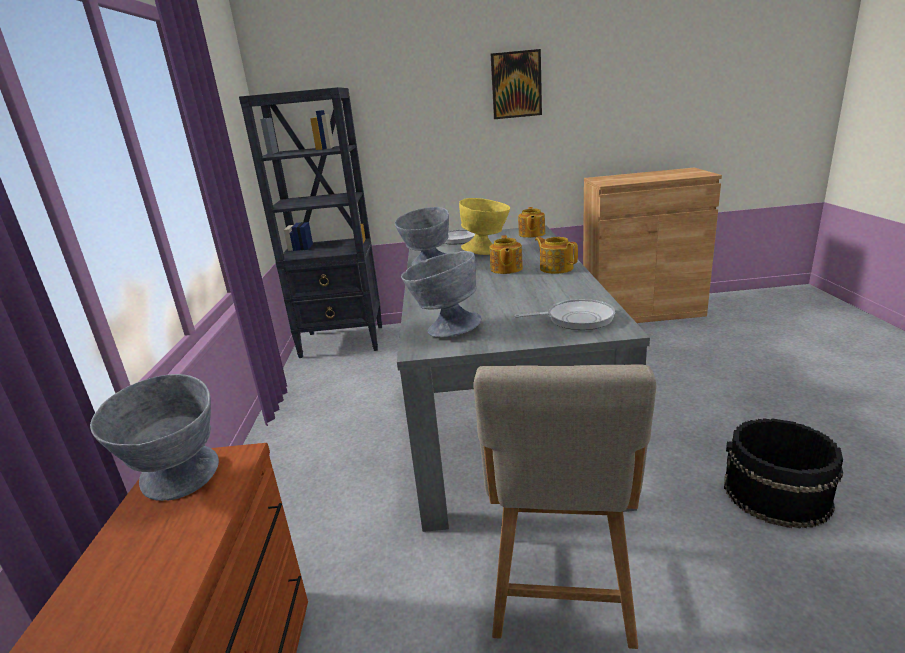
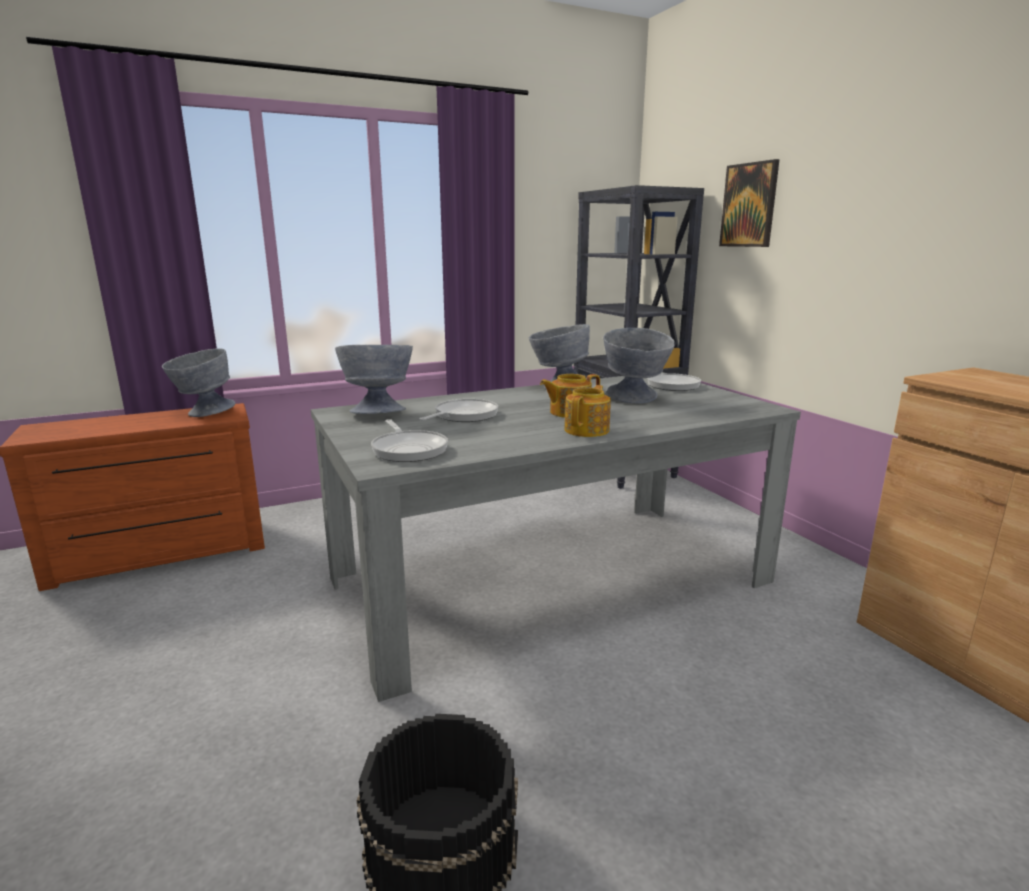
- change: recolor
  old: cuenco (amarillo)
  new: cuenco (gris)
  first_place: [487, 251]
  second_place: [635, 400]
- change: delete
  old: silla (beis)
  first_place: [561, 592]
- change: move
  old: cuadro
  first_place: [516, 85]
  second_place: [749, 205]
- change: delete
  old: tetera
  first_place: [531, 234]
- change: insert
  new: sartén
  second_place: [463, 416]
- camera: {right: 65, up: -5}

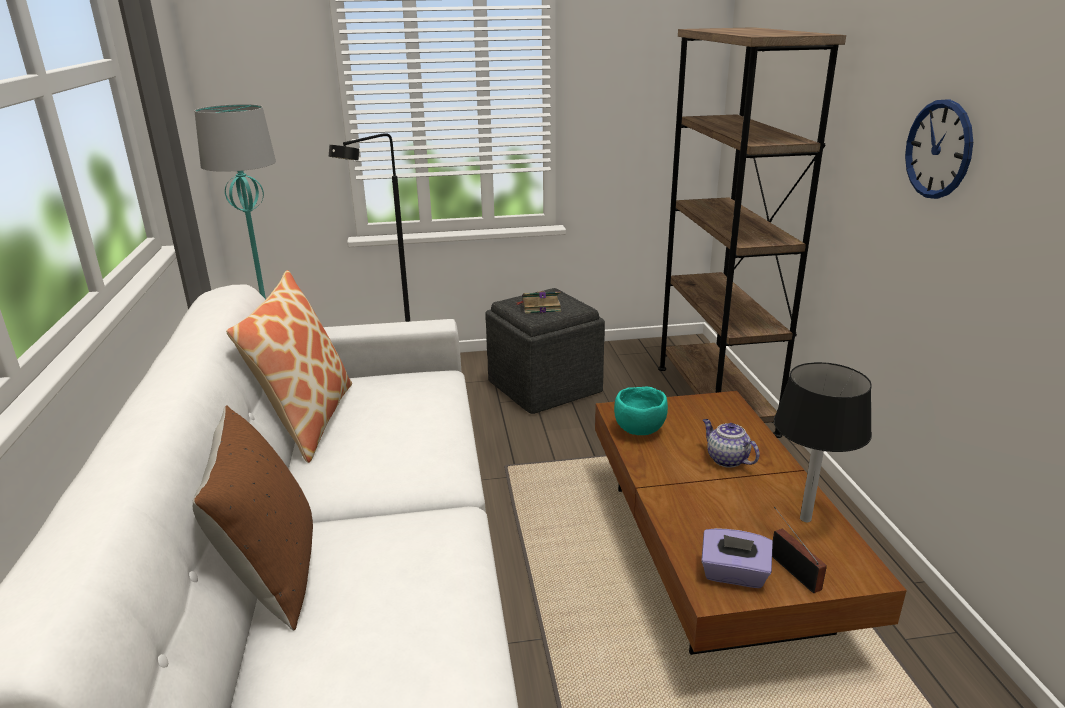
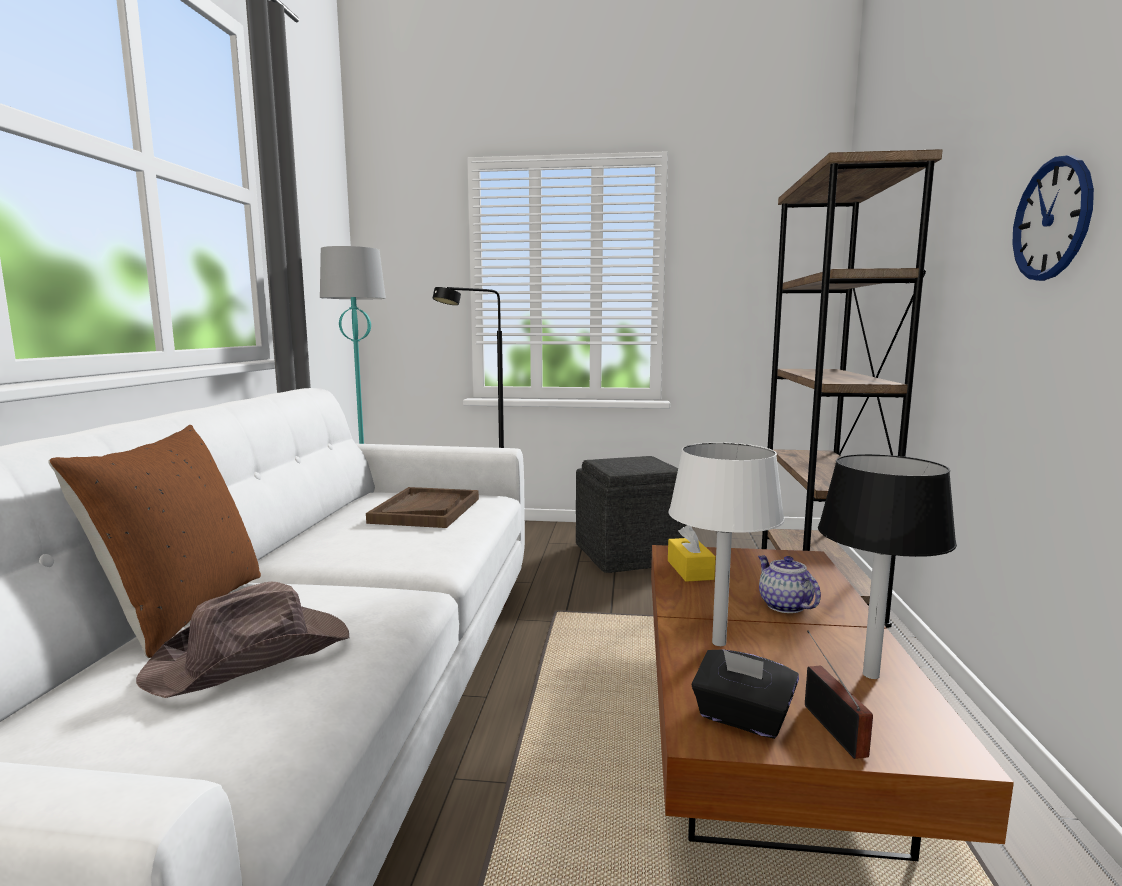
- change: delete
  old: cojín
  first_place: [307, 420]
- change: delete
  old: libro
  first_place: [540, 307]
- change: replace
  old: cuenco (turquesa)
  new: caja de pañuelos (amarillo)
  first_place: [640, 430]
  second_place: [690, 570]
- change: recolor
  old: caja de pañuelos (morado)
  new: caja de pañuelos (negro)
  first_place: [733, 574]
  second_place: [742, 718]
- change: insert
  new: sombrero (marrón)
  second_place: [253, 656]
- change: insert
  new: bandeja (marrón)
  second_place: [426, 510]
- change: insert
  new: lámpara de mesa (blanco)
  second_place: [718, 642]
- camera: {right: 15, up: -15}

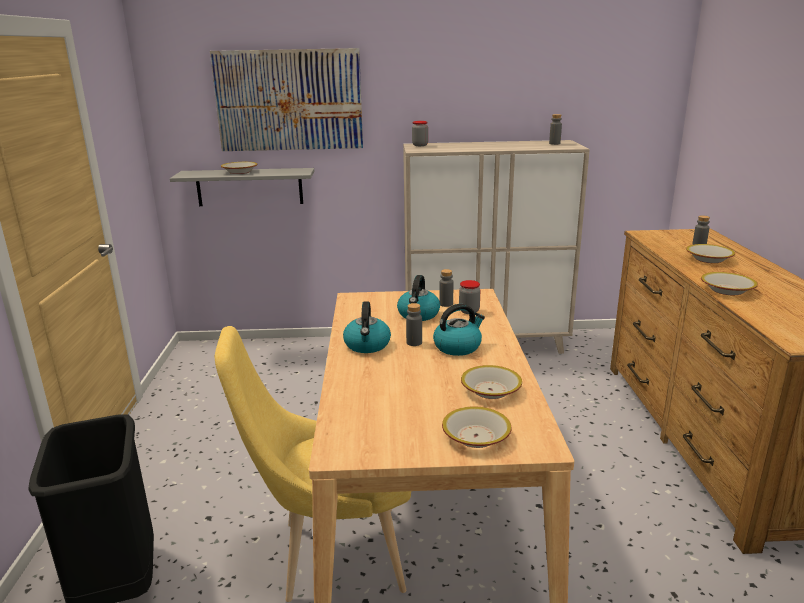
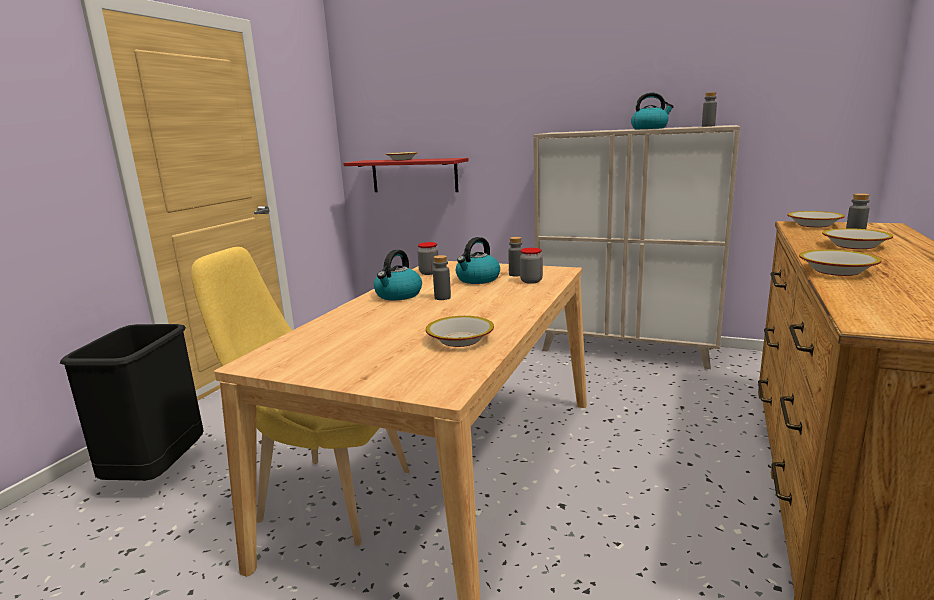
- change: recolor
  old: estante (gris)
  new: estante (rojo)
  first_place: [249, 187]
  second_place: [414, 175]
- change: delete
  old: cuadro
  first_place: [289, 100]
- change: move
  old: tarro
  first_place: [420, 145]
  second_place: [429, 273]
- change: move
  old: hervidor
  first_place: [458, 346]
  second_place: [650, 128]
- change: move
  old: cuenco
  first_place: [476, 436]
  second_place: [814, 225]
- camera: {right: 25, up: -5}

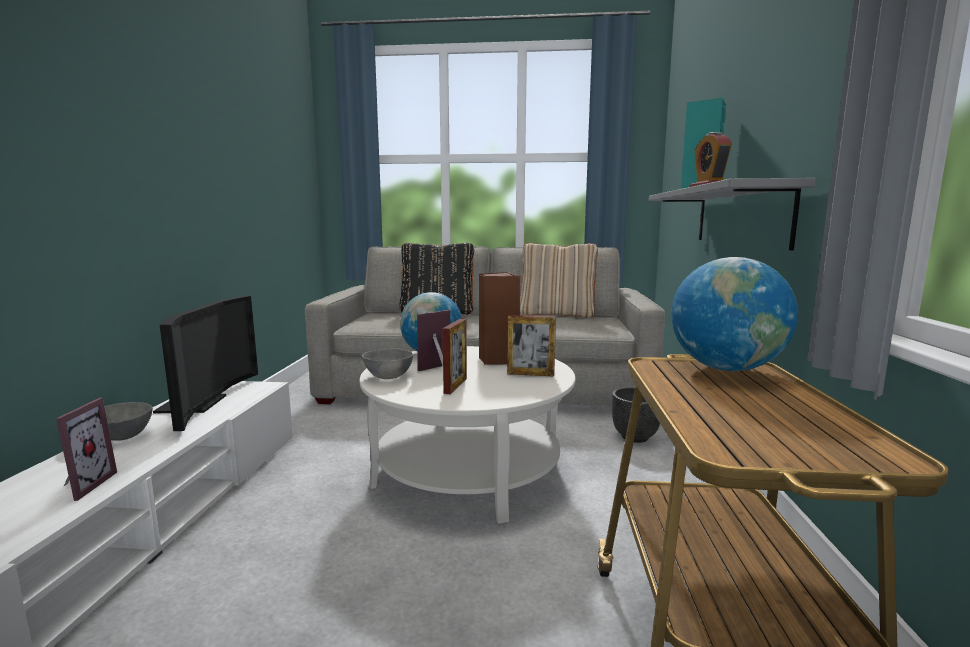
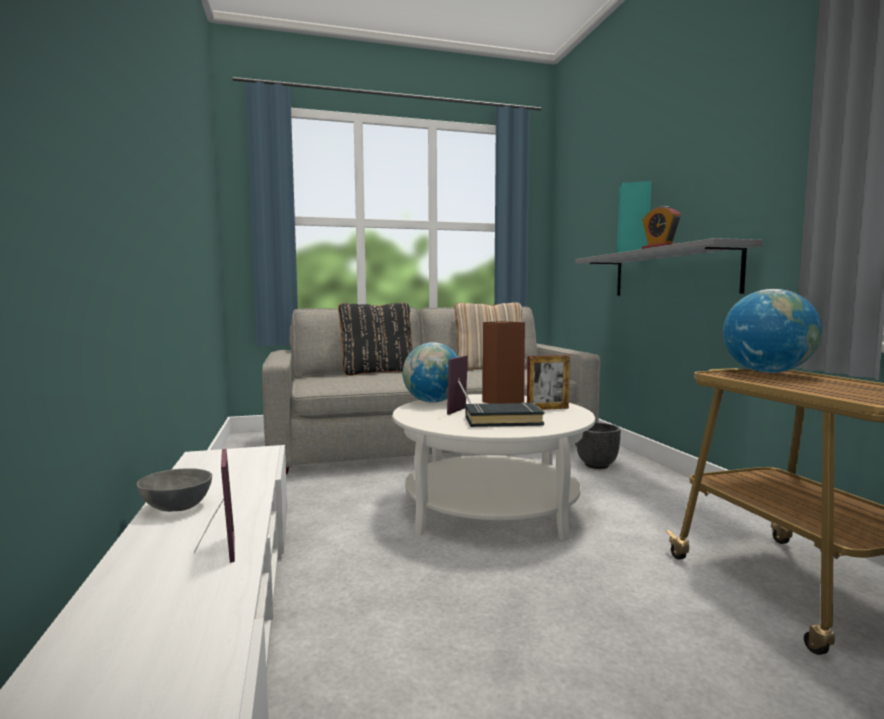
- change: delete
  old: televisor
  first_place: [200, 404]
- change: delete
  old: cuenco (gris)
  first_place: [387, 377]
- change: replace
  old: portarretratos
  new: libro (negro)
  first_place: [455, 385]
  second_place: [503, 421]
- camera: {right: -20, up: -5}

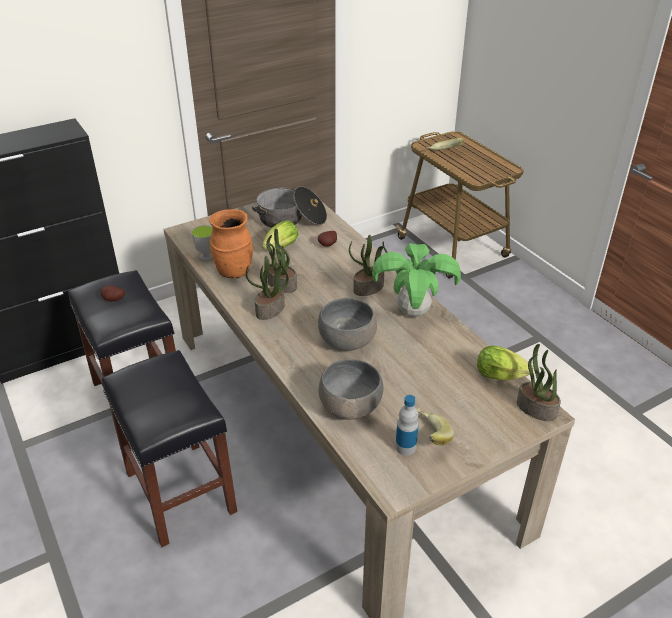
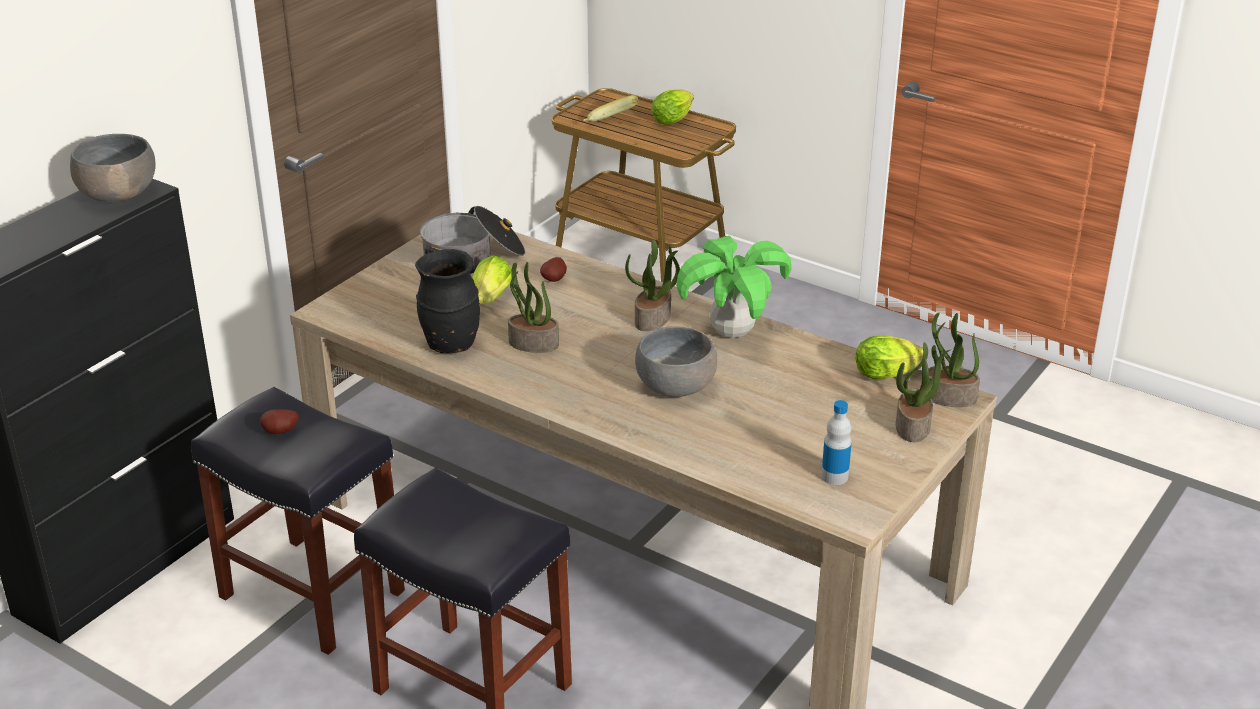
- change: delete
  old: taza
  first_place: [206, 257]
- change: recolor
  old: florero (naranja)
  new: florero (negro)
  first_place: [233, 271]
  second_place: [450, 344]
- change: move
  old: planta en maceta
  first_place: [270, 310]
  second_place: [913, 427]
- change: move
  old: cuenco (gris)
  first_place: [350, 406]
  second_place: [117, 194]
- change: delete
  old: plátano
  first_place: [429, 436]
- change: insert
  new: lechuga
  second_place: [674, 119]
- camera: {right: -25, up: -5}

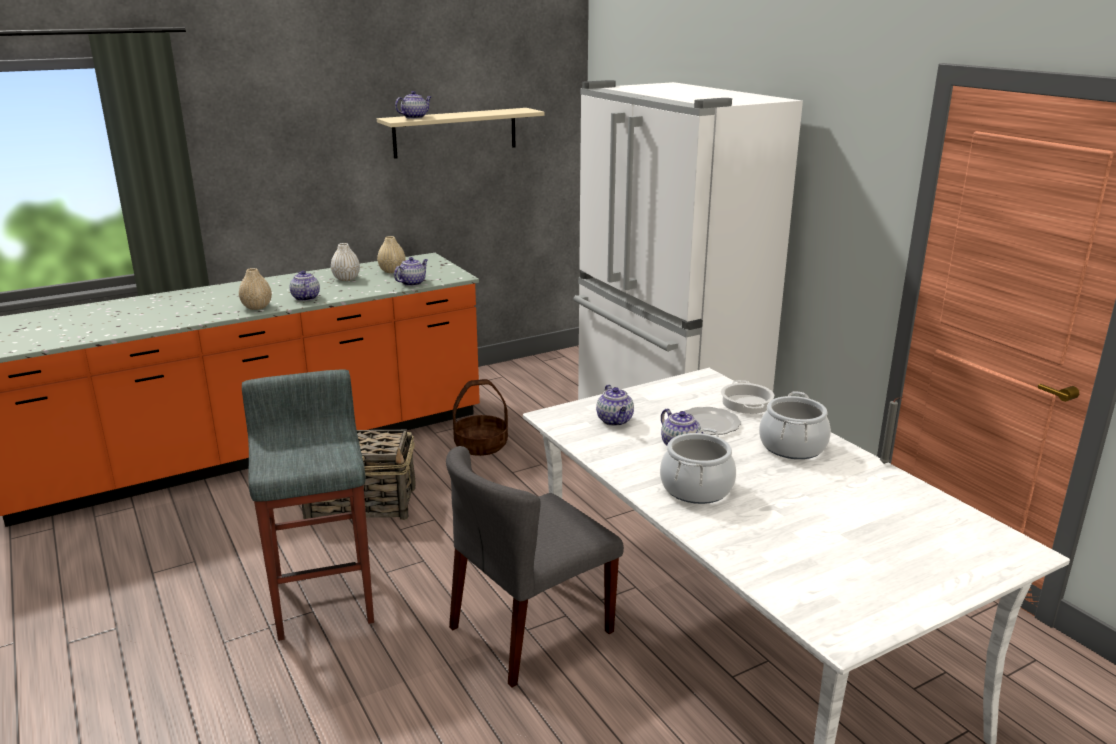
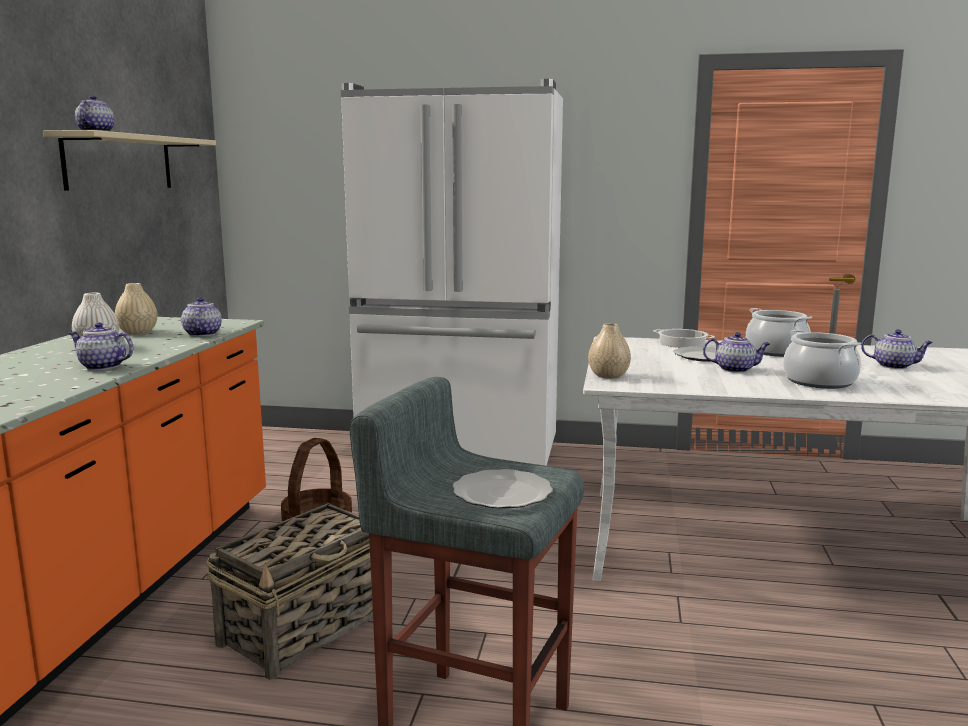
- change: move
  old: florero (beis)
  first_place: [257, 307]
  second_place: [608, 376]
- change: delete
  old: silla (gris)
  first_place: [530, 630]
- change: move
  old: tetera
  first_place: [615, 421]
  second_place: [894, 366]
- change: insert
  new: plato
  second_place: [503, 494]
- camera: {right: -50, up: -10}

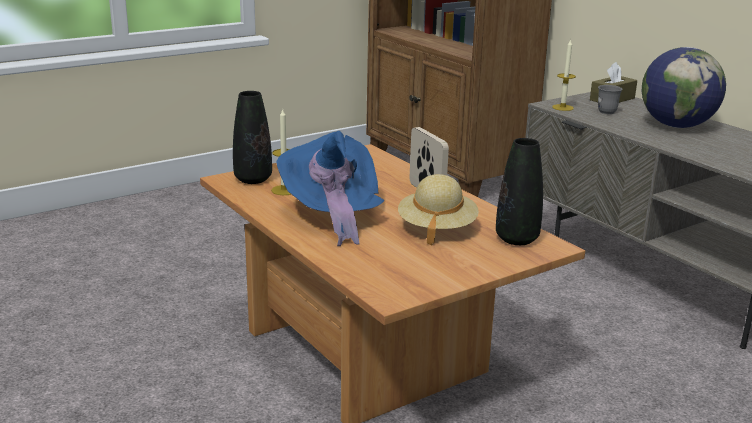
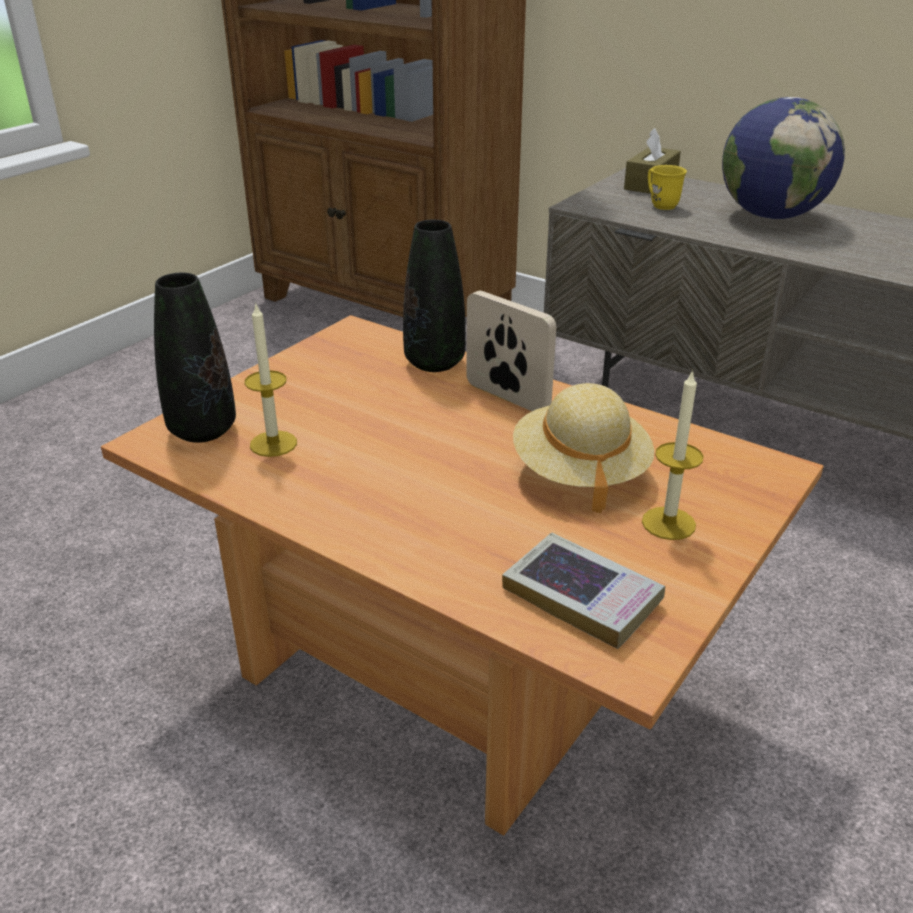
- change: delete
  old: sombrero (azul)
  first_place: [332, 216]
- change: move
  old: florero (negro)
  first_place: [516, 239]
  second_place: [434, 363]
- change: move
  old: vela
  first_place: [562, 107]
  second_place: [668, 523]
- change: recolor
  old: taza grande (gris)
  new: taza grande (amarillo)
  first_place: [605, 110]
  second_place: [660, 204]
- change: insert
  new: libro
  second_place: [582, 596]
- camera: {right: -20, up: 10}

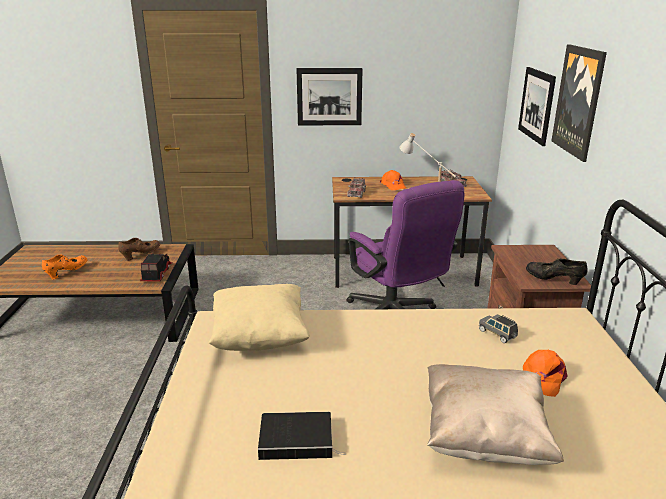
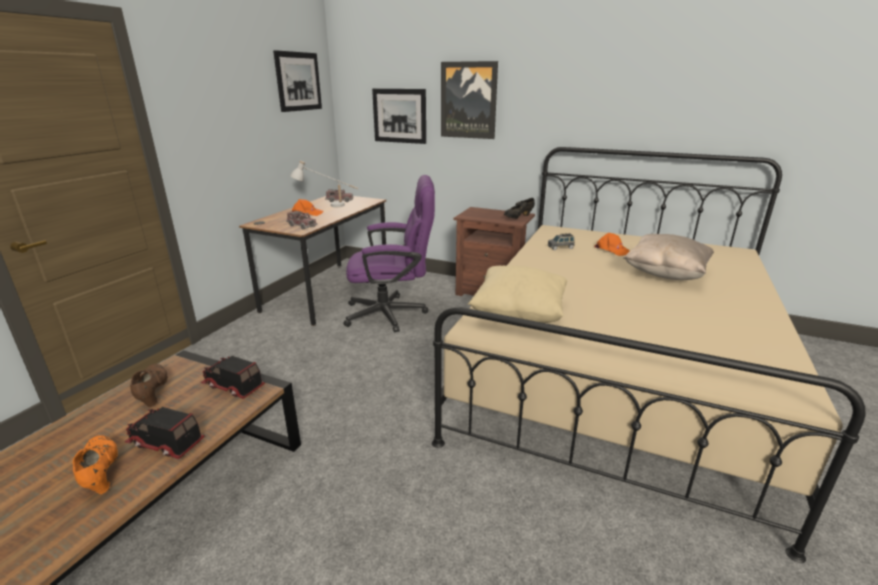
- change: delete
  old: libro
  first_place: [298, 439]
- change: move
  old: cuadro
  first_place: [329, 97]
  second_place: [298, 81]
- change: insert
  new: camión de juguete
  second_place: [165, 443]
- camera: {right: -65, up: 0}

